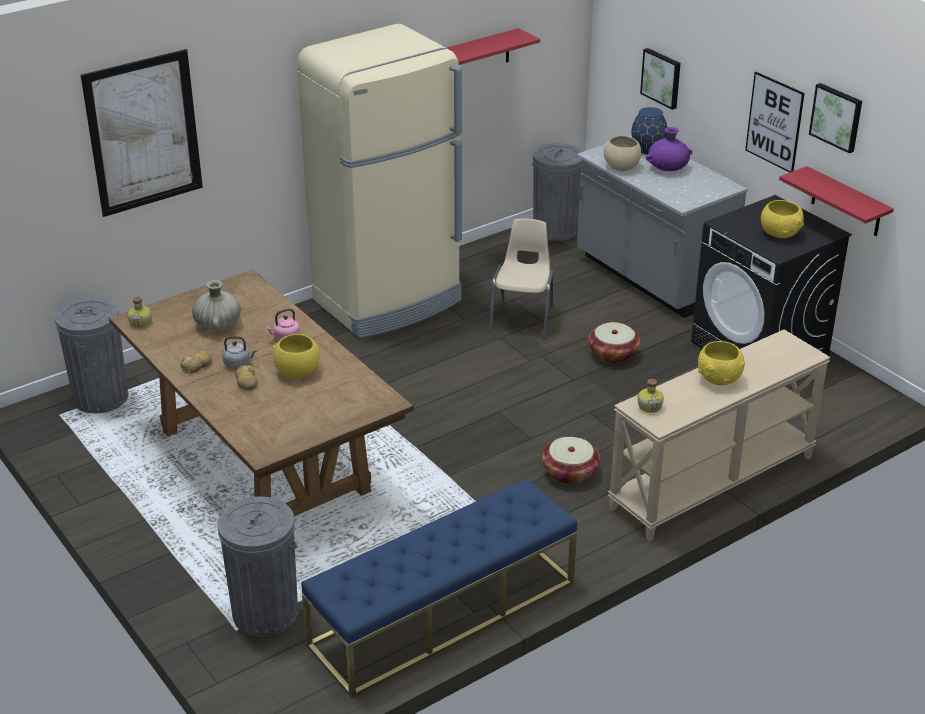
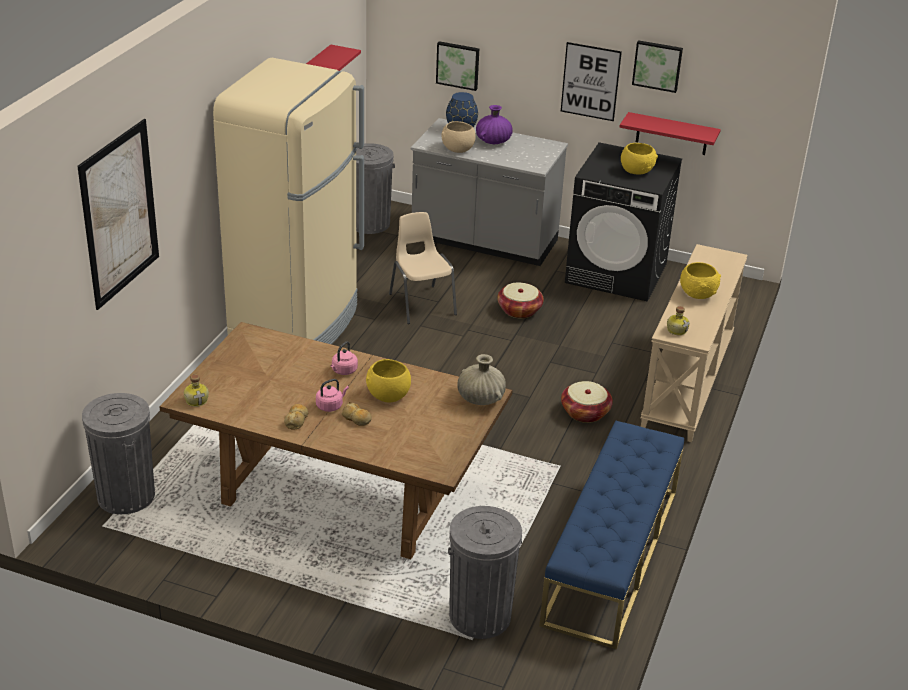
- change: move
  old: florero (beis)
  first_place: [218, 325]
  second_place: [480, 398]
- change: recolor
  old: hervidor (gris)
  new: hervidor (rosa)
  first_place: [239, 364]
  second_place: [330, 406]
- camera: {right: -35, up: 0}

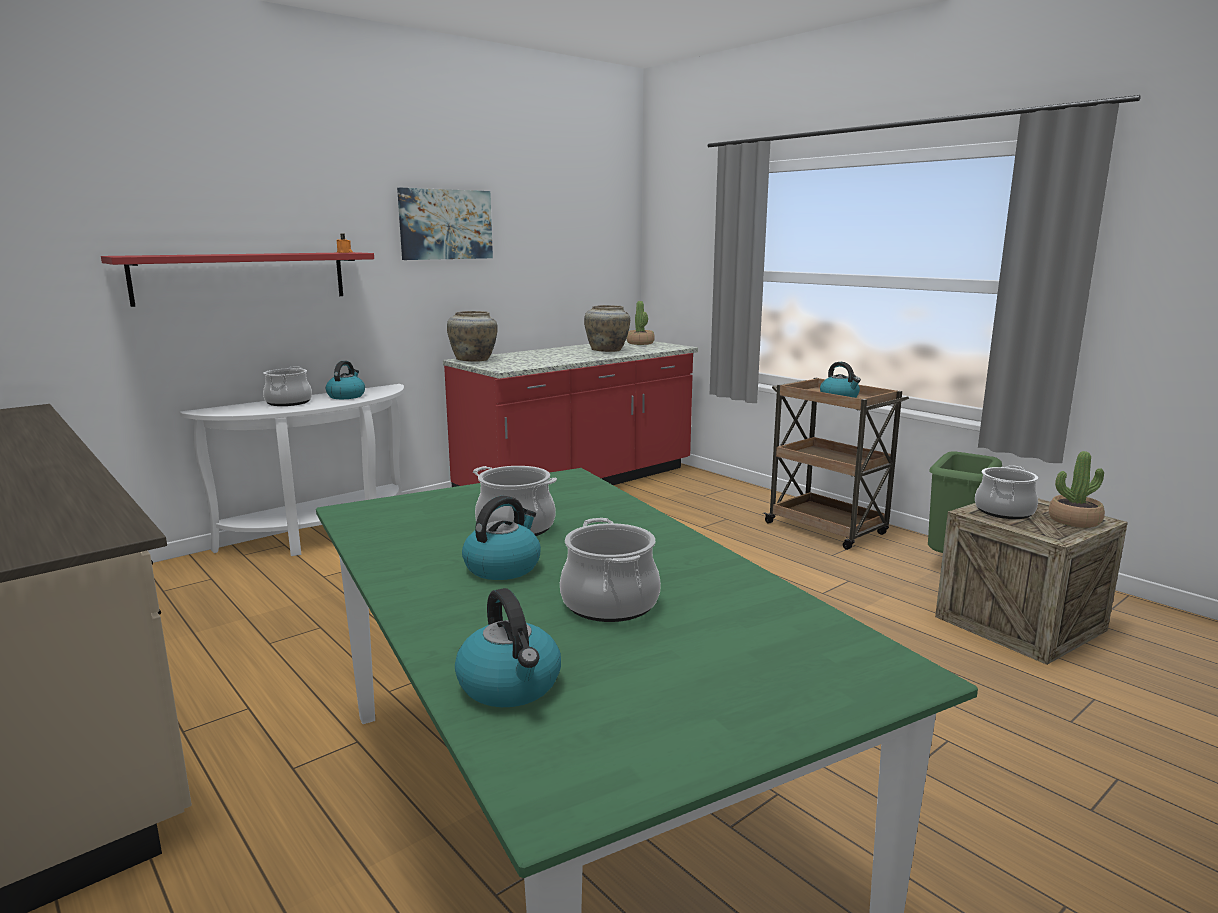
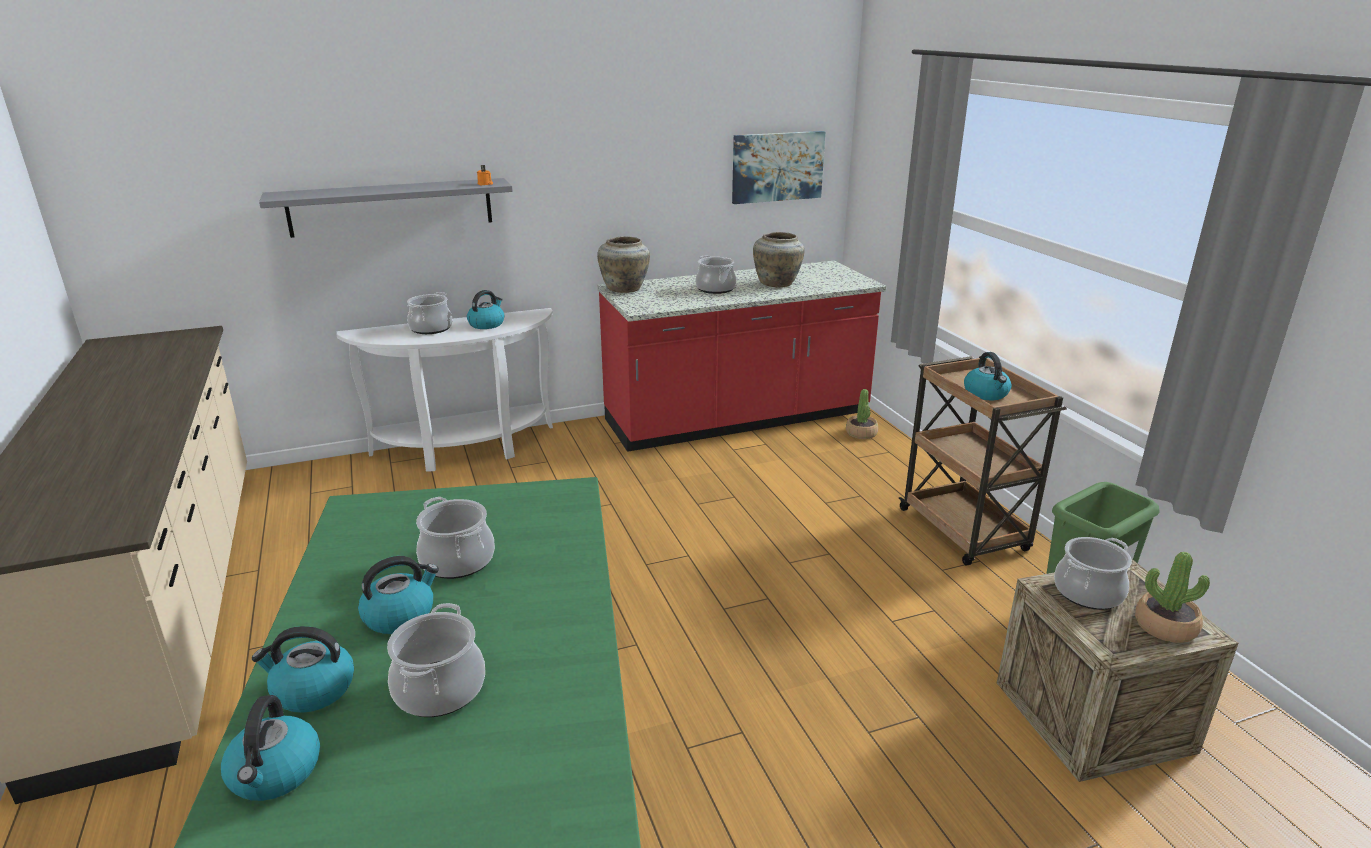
- change: recolor
  old: estante (rojo)
  new: estante (gris)
  first_place: [242, 277]
  second_place: [391, 207]
- change: move
  old: cuadro
  first_place: [445, 224]
  second_place: [777, 167]
- change: move
  old: planta en maceta
  first_place: [640, 343]
  second_place: [861, 433]
- change: insert
  new: hervidor
  second_place: [312, 690]
- change: insert
  new: olla
  second_place: [715, 289]
- camera: {right: 20, up: 10}

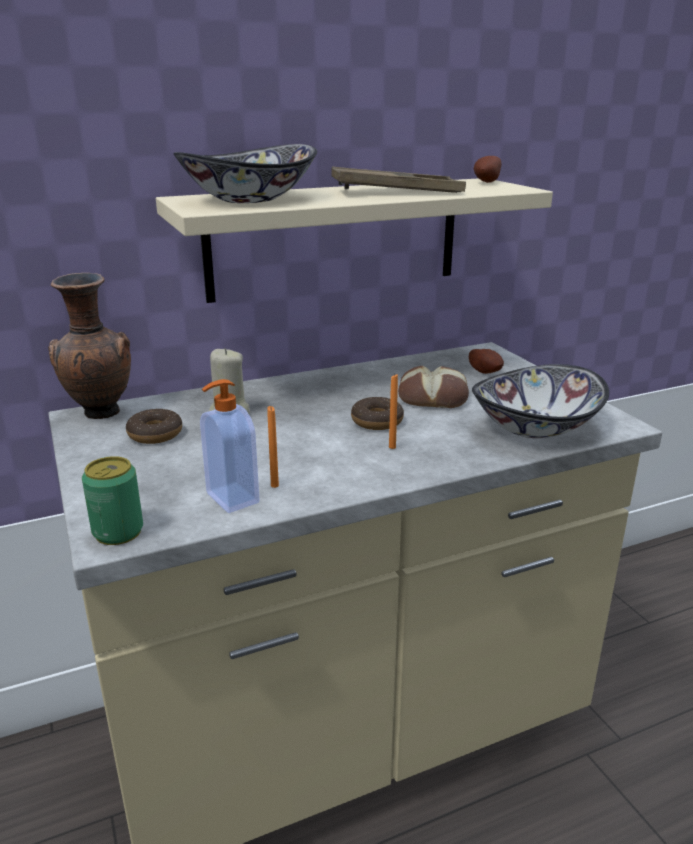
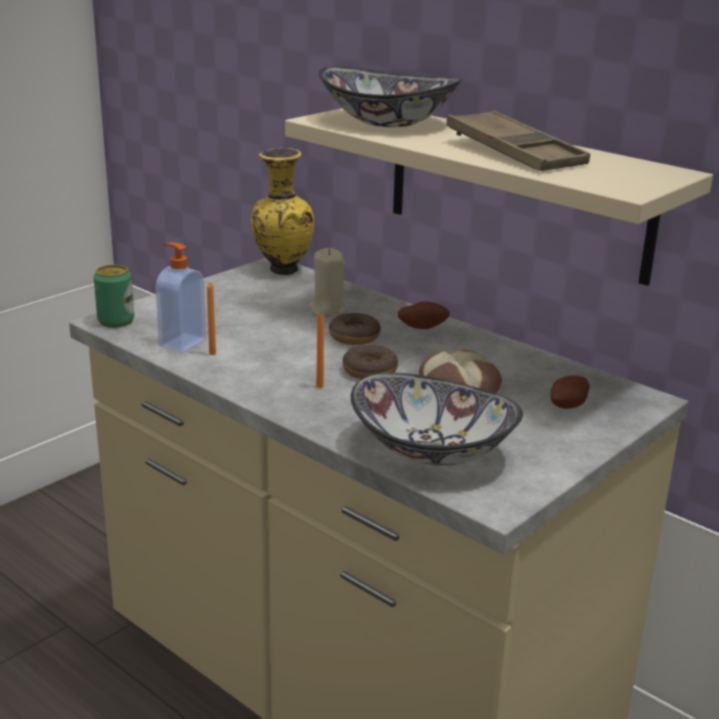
- change: recolor
  old: florero (marrón)
  new: florero (amarillo)
  first_place: [99, 414]
  second_place: [281, 270]
- change: move
  old: rosquilla
  first_place: [155, 434]
  second_place: [354, 337]
- change: move
  old: patata
  first_place: [485, 182]
  second_place: [422, 327]
- camera: {right: 65, up: 0}

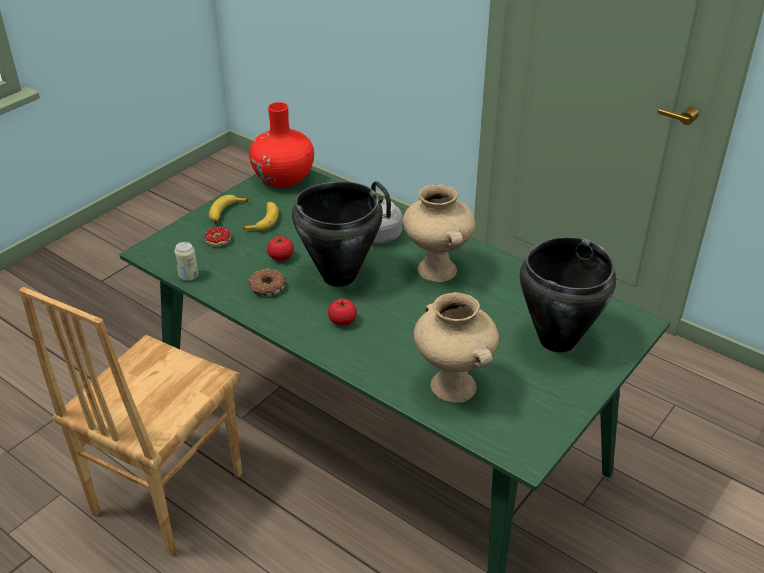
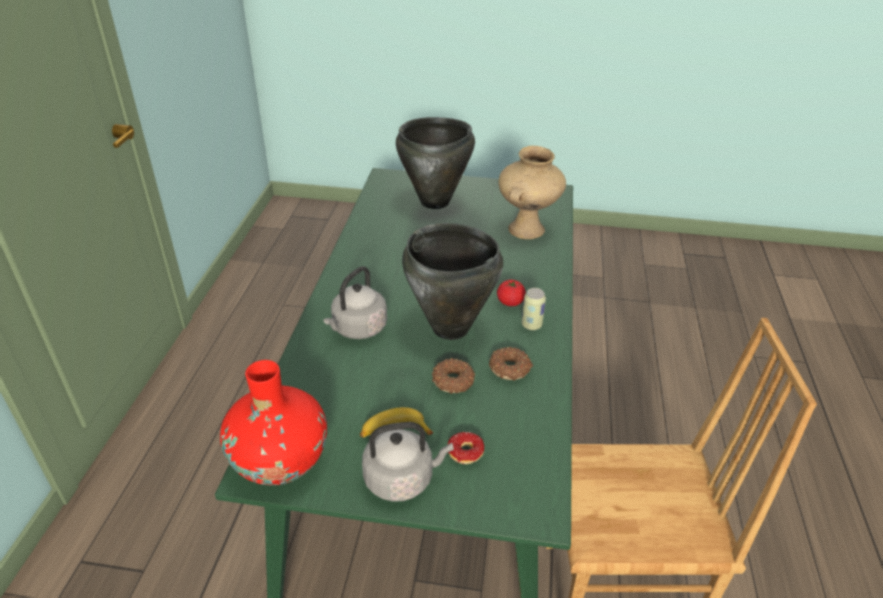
- change: move
  old: lata
  first_place: [188, 276]
  second_place: [531, 325]
- change: replace
  old: plátano
  new: hervidor (gris)
  first_place: [226, 213]
  second_place: [402, 479]
- change: replace
  old: tomate
  new: rosquilla
  first_place: [281, 257]
  second_place: [453, 382]
- change: delete
  old: florero (beis)
  first_place: [435, 270]
- camera: {right: -120, up: 0}

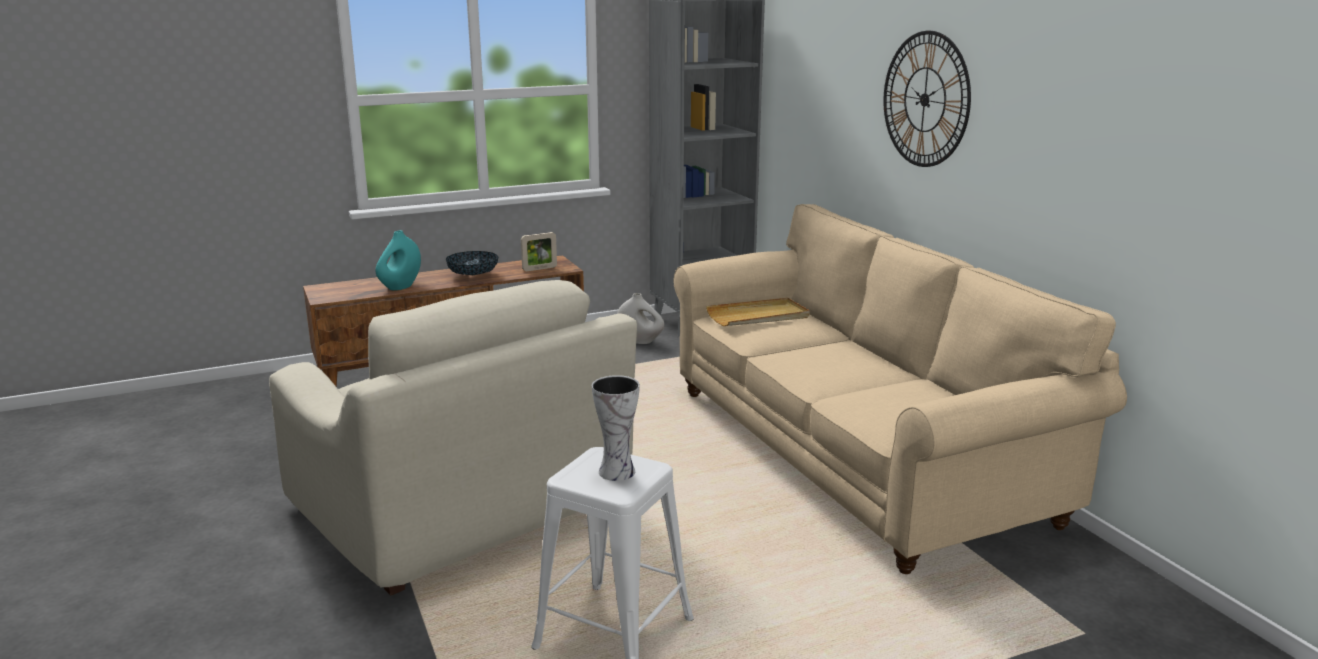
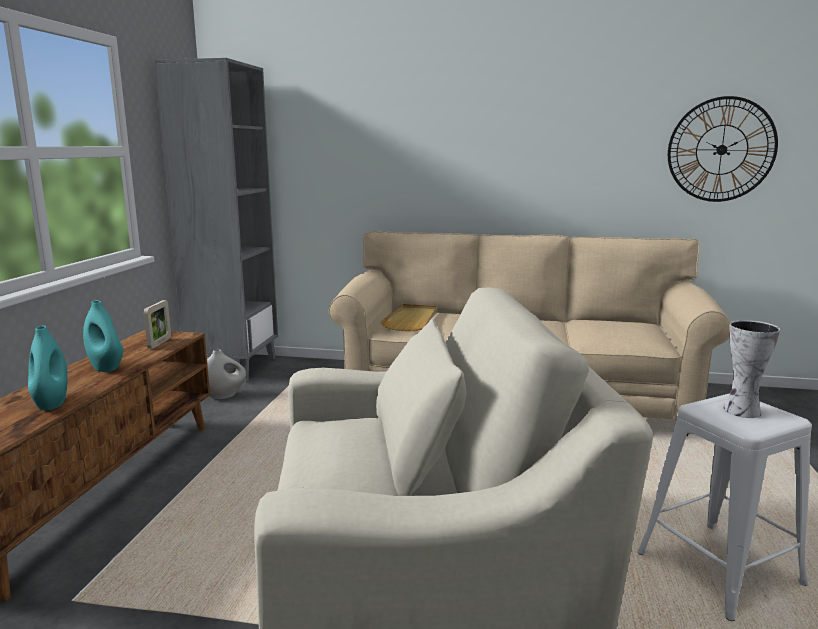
- change: replace
  old: cuenco
  new: florero (turquesa)
  first_place: [473, 275]
  second_place: [106, 367]
- change: move
  old: reloj de pared
  first_place: [925, 99]
  second_place: [721, 150]
- camera: {right: -55, up: -5}

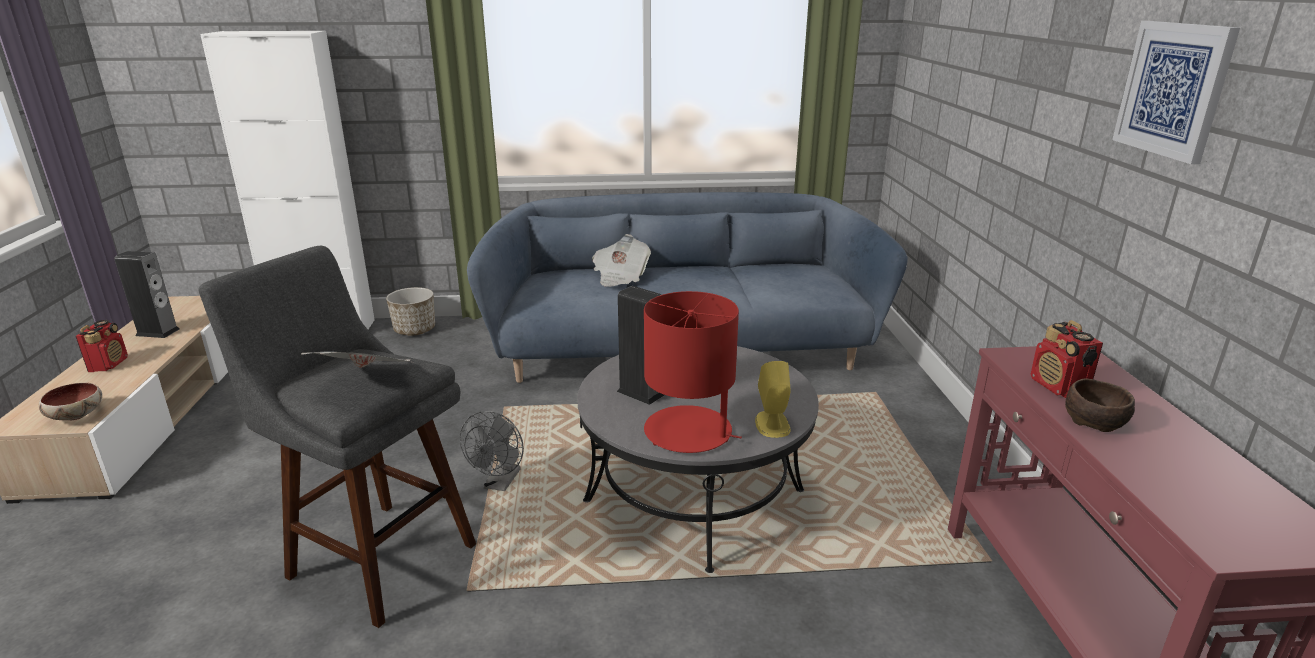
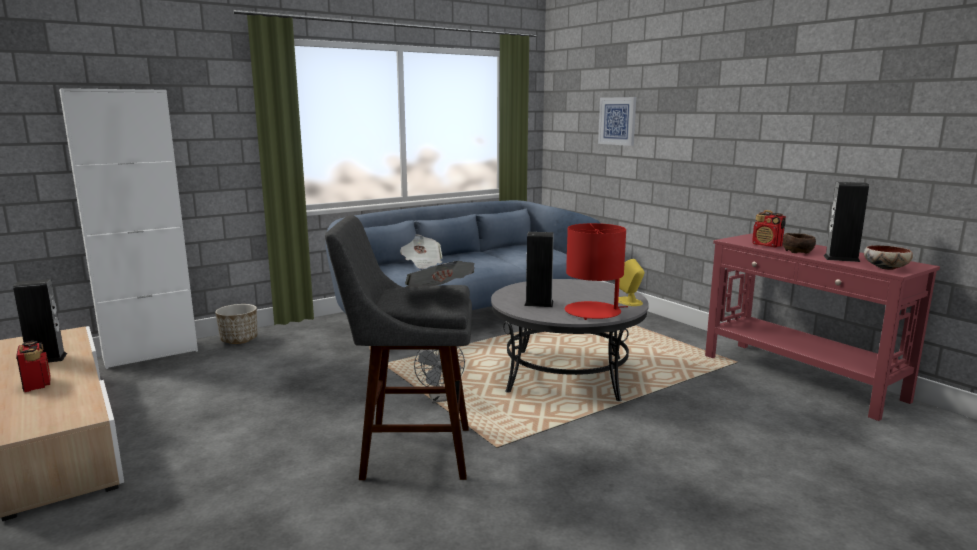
- change: move
  old: cuenco
  first_place: [75, 415]
  second_place: [885, 268]
- change: move
  old: cuadro
  first_place: [1174, 89]
  second_place: [617, 121]
- change: insert
  new: altavoz
  second_place: [841, 258]
- camera: {right: -30, up: -10}

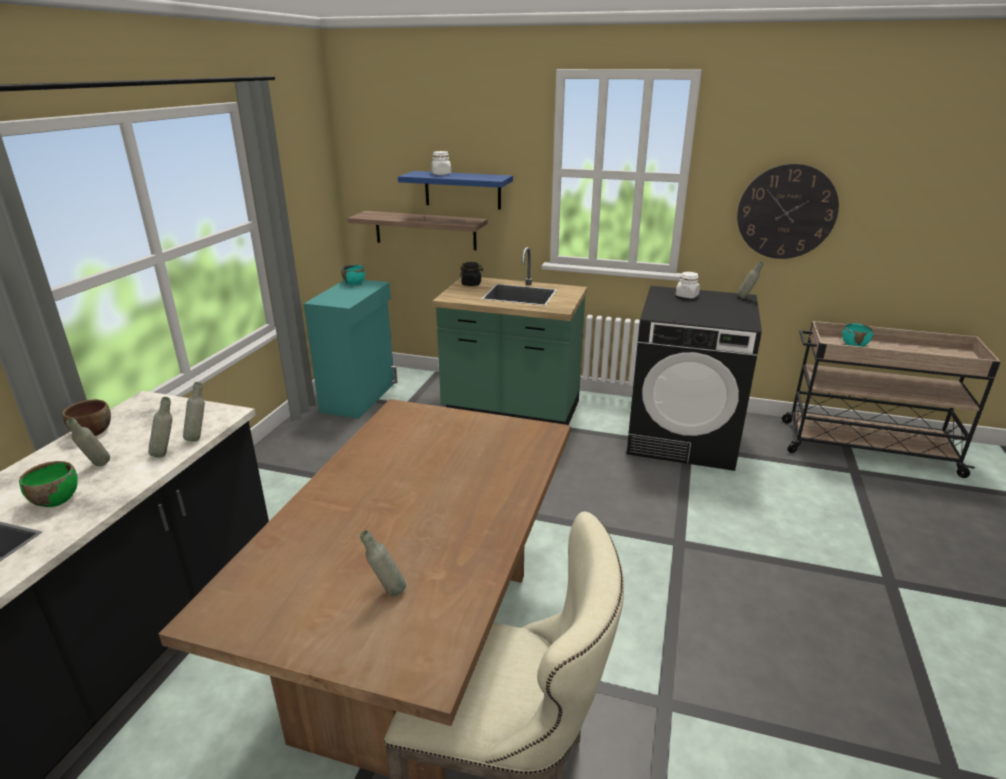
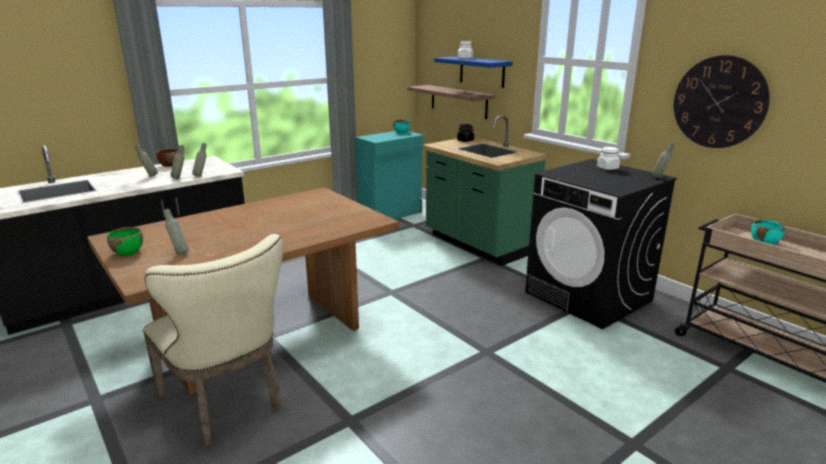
- change: move
  old: cuenco (verde)
  first_place: [55, 499]
  second_place: [128, 252]
- camera: {right: 35, up: -5}

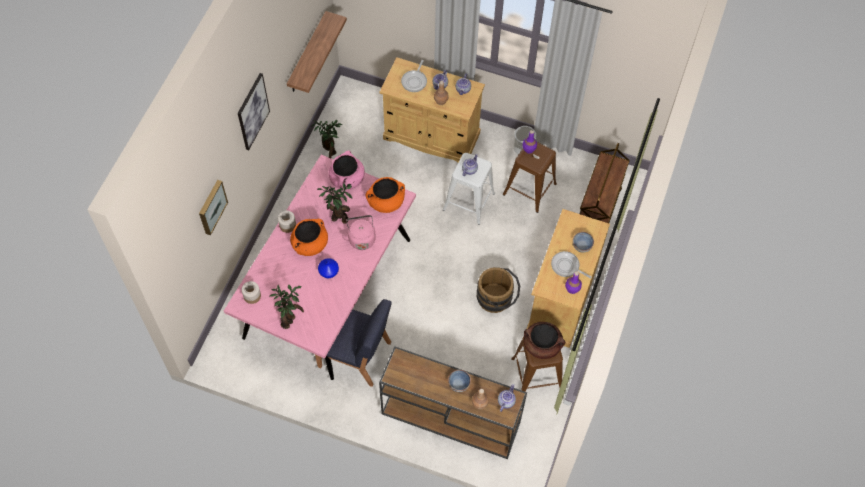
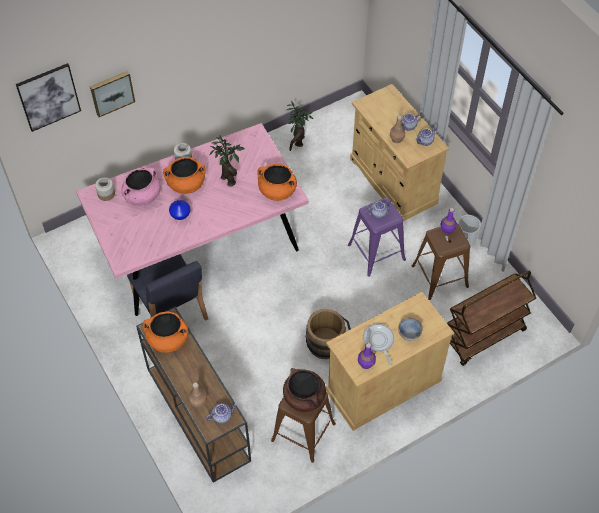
- change: move
  old: cuadro
  first_place: [252, 111]
  second_place: [48, 97]
- change: delete
  old: planta en maceta
  first_place: [290, 319]
- change: delete
  old: estante
  first_place: [307, 54]
- change: move
  old: olla (rosa)
  first_place: [347, 179]
  second_place: [142, 196]
- change: delete
  old: hervidor (rosa)
  first_place: [361, 238]
- change: delete
  old: sartén
  first_place: [414, 81]
- change: recolor
  old: taburete (blanco)
  new: taburete (morado)
  first_place: [469, 201]
  second_place: [376, 252]
- change: delete
  old: cuenco
  first_place: [459, 384]
- change: insert
  new: olla (naranja)
  second_place: [168, 340]
- camera: {right: 40, up: -5}

